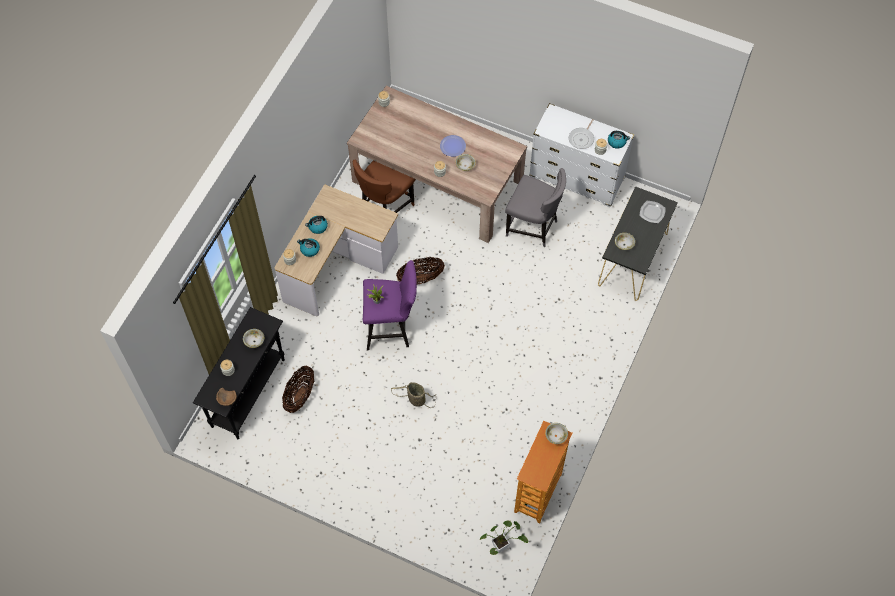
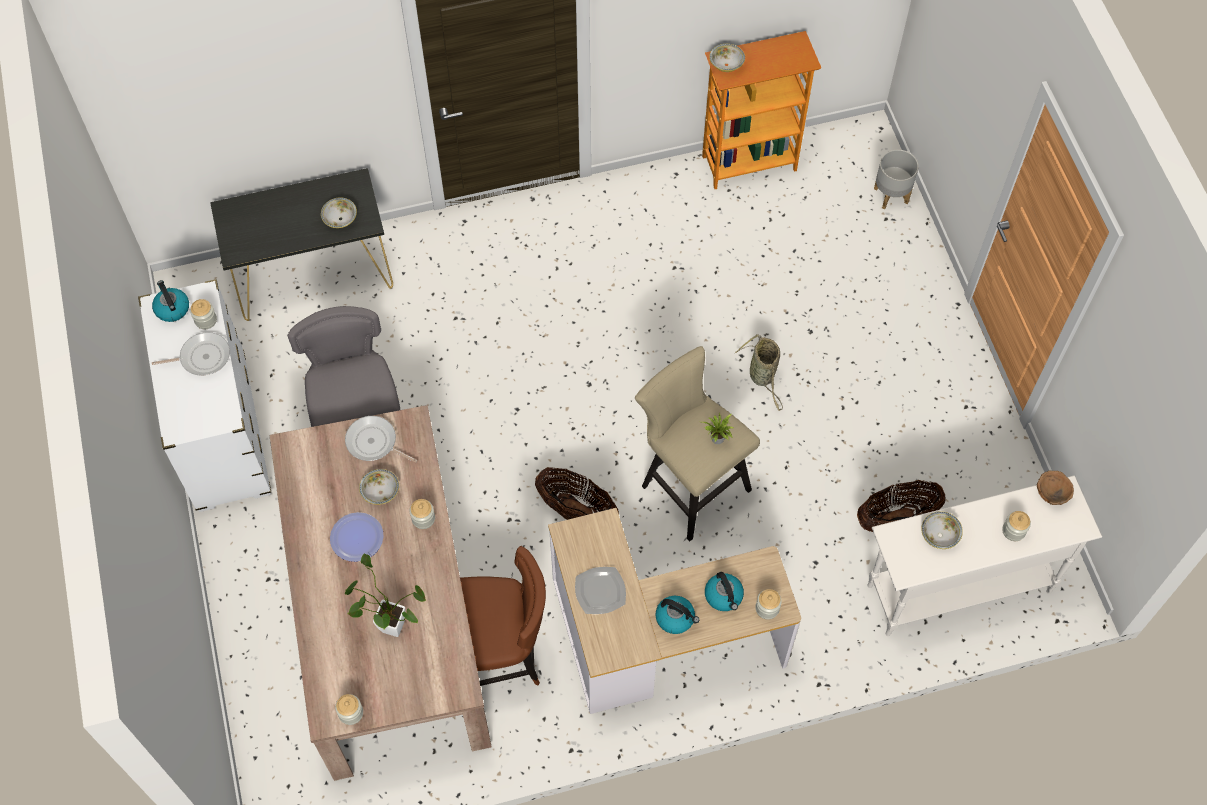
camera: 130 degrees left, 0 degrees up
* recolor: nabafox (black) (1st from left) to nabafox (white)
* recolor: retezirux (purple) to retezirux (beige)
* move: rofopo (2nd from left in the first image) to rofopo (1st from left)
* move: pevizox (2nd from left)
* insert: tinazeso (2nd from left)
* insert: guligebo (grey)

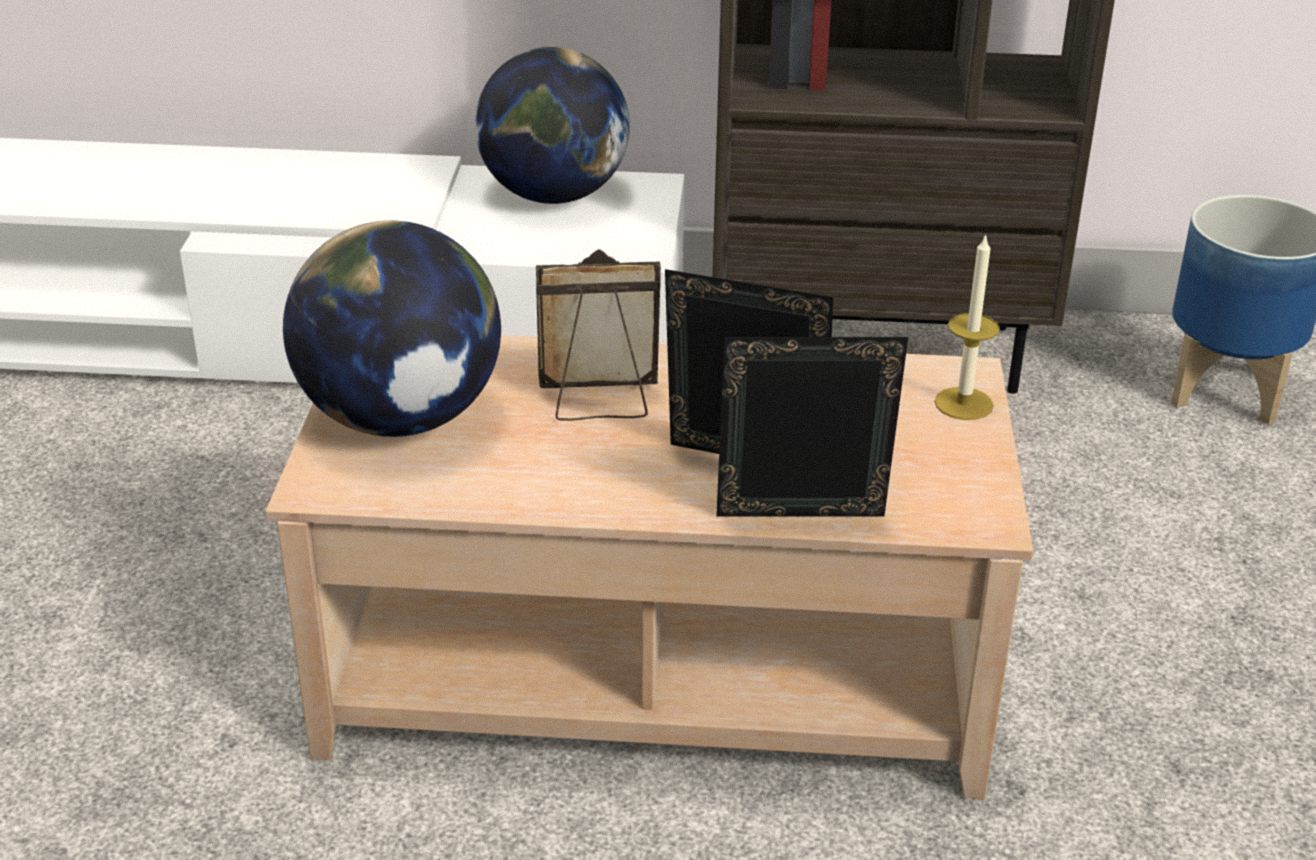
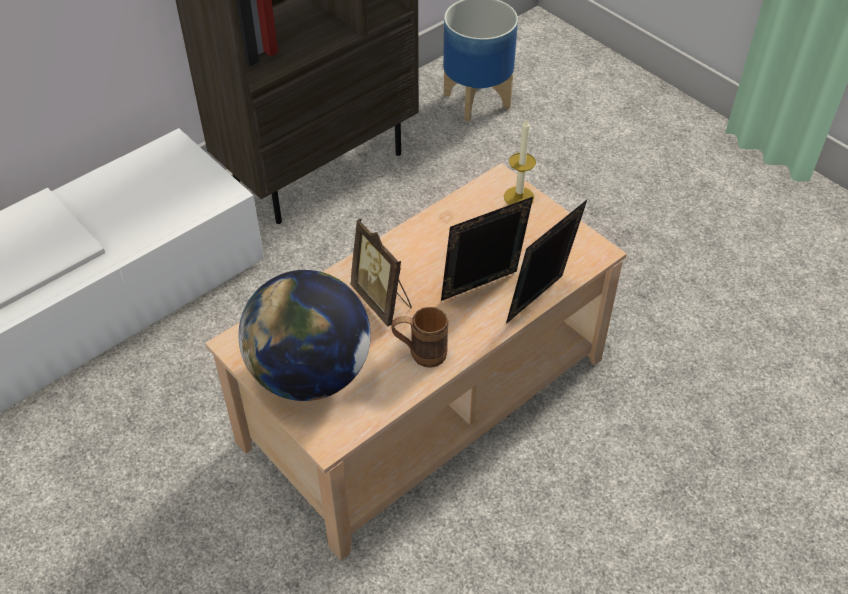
camera: 45 degrees left, 15 degrees up
* delete: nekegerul (2nd from left)
* rotate: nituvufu (1st from left) 75 degrees counterclockwise
* insert: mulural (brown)

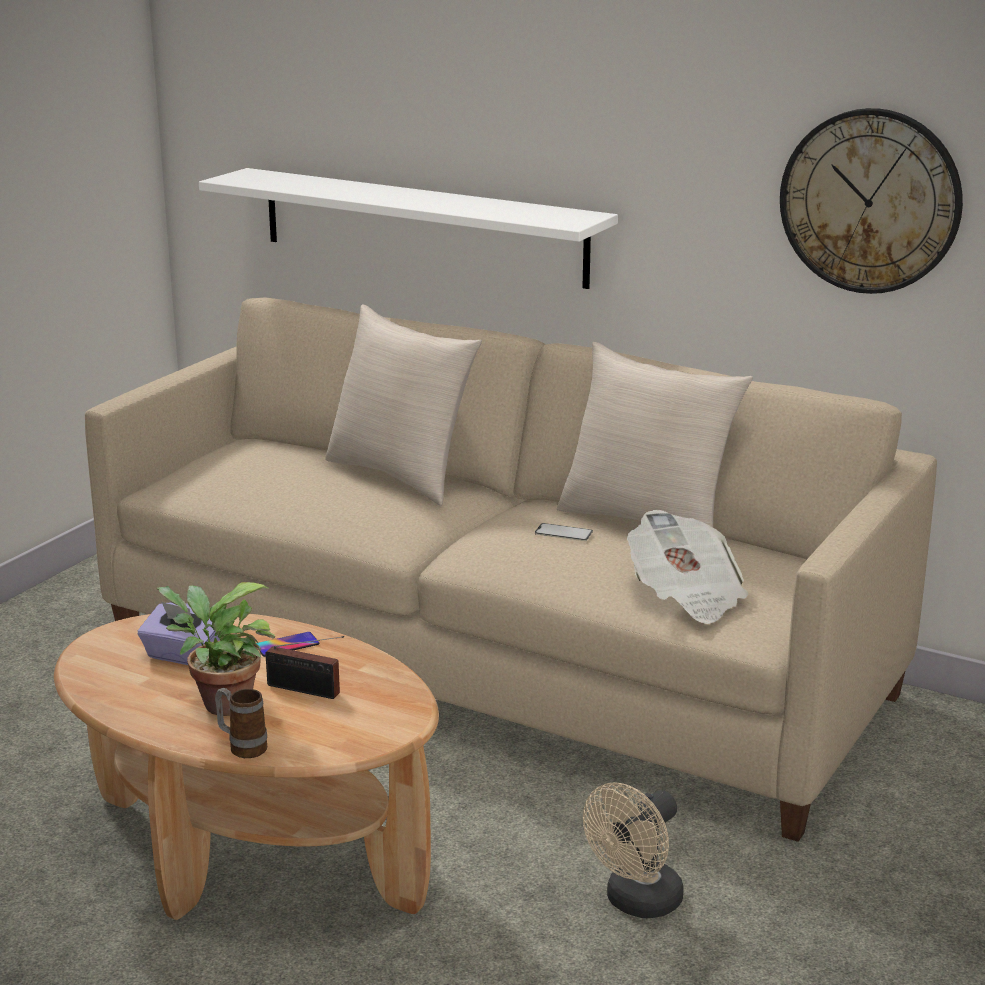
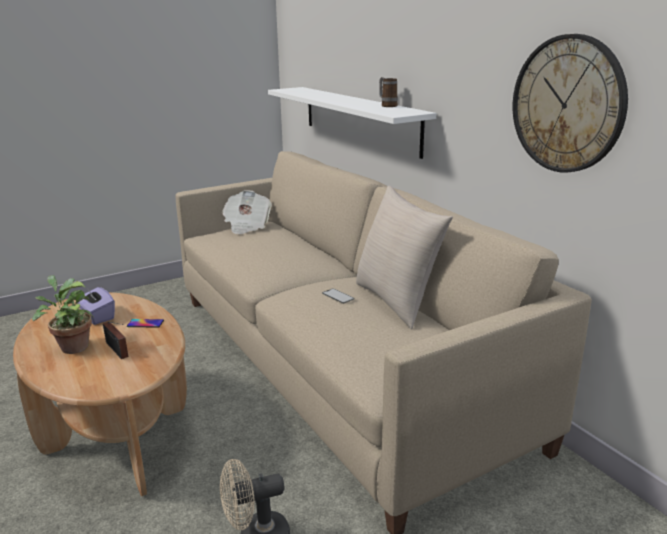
camera: 30 degrees right, 0 degrees up
* move: mulural
* delete: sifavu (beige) (1st from left)
* move: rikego

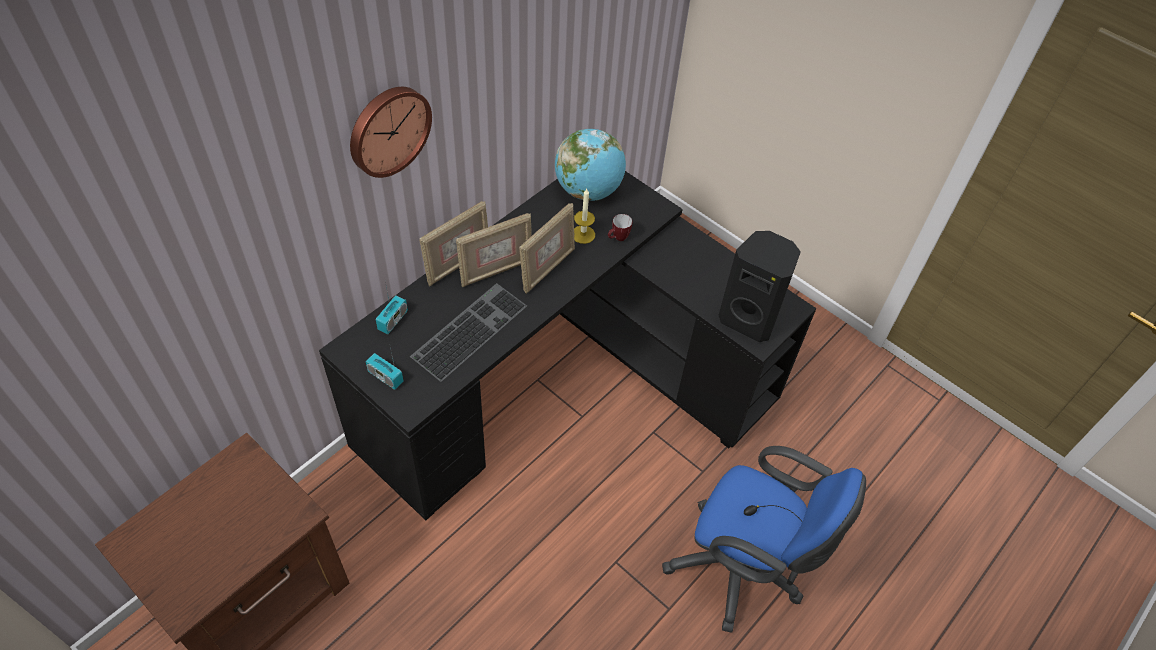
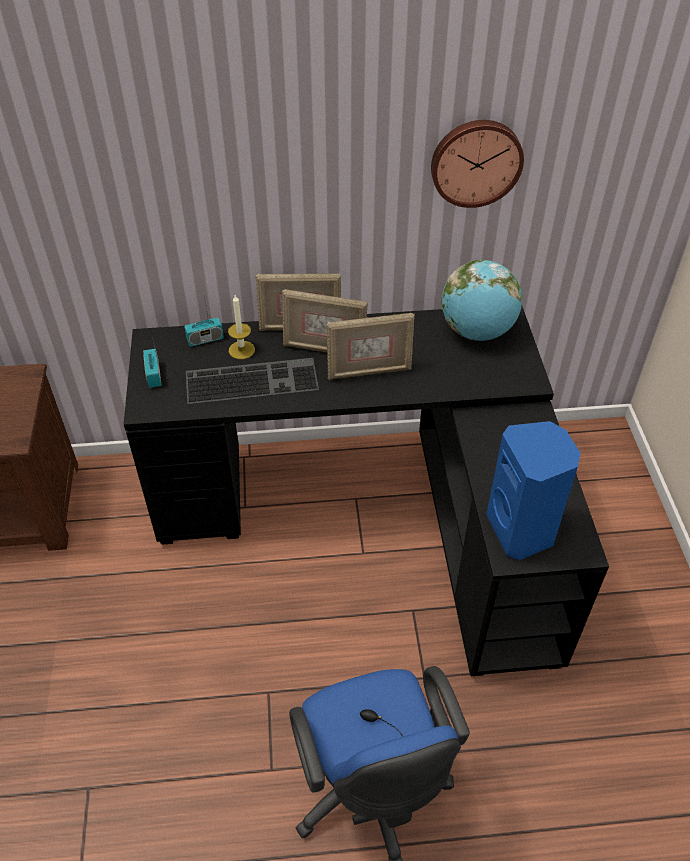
camera: 45 degrees right, 5 degrees down
* move: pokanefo
* move: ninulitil
* delete: mulural
* recolor: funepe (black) to funepe (blue)

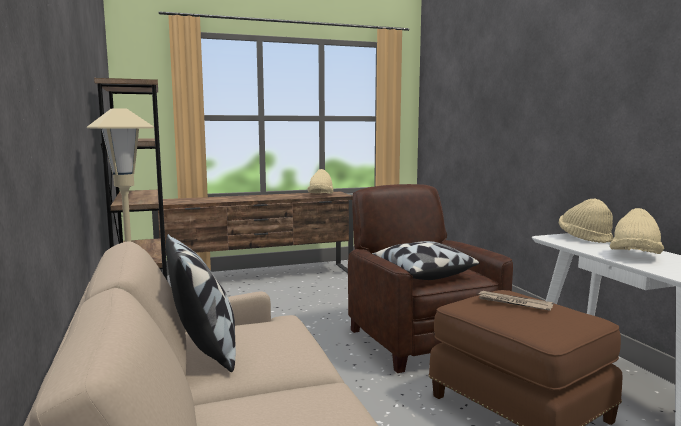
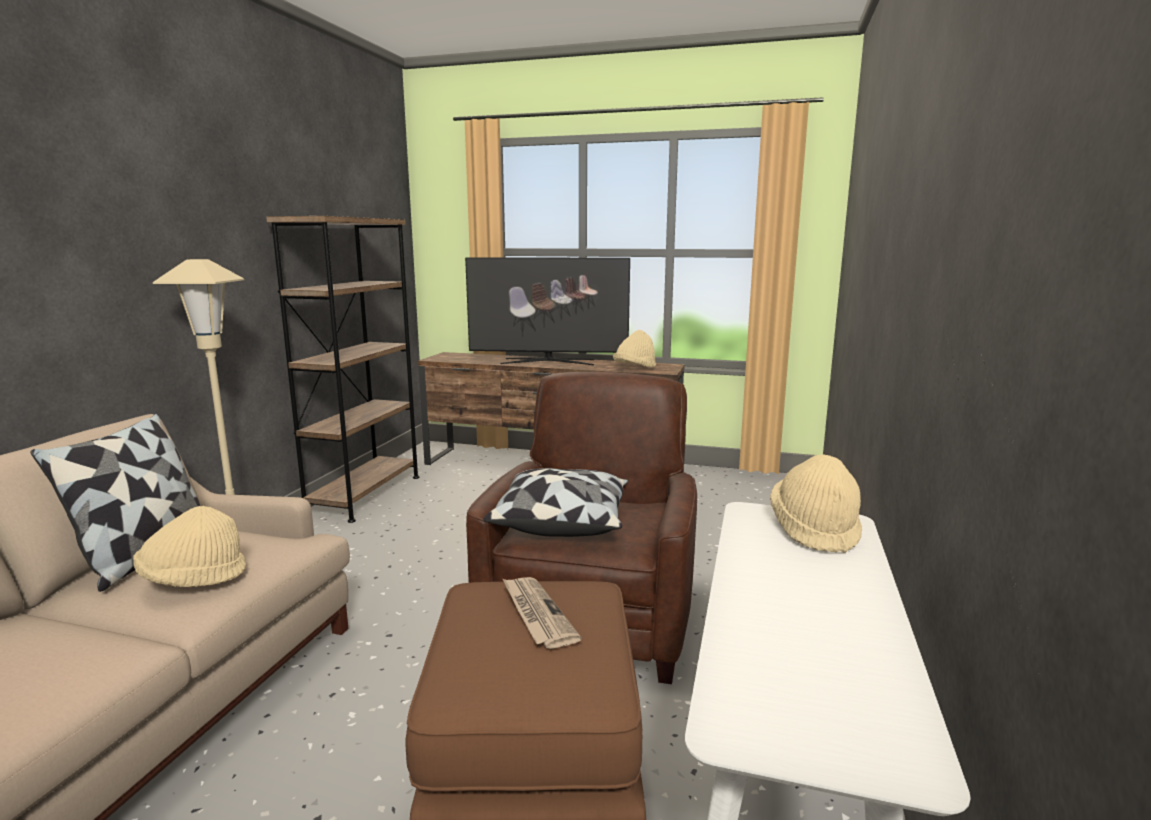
camera: 35 degrees right, 5 degrees up
* move: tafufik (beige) (3rd from left in the first image) to tafufik (beige) (1st from left)
* insert: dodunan

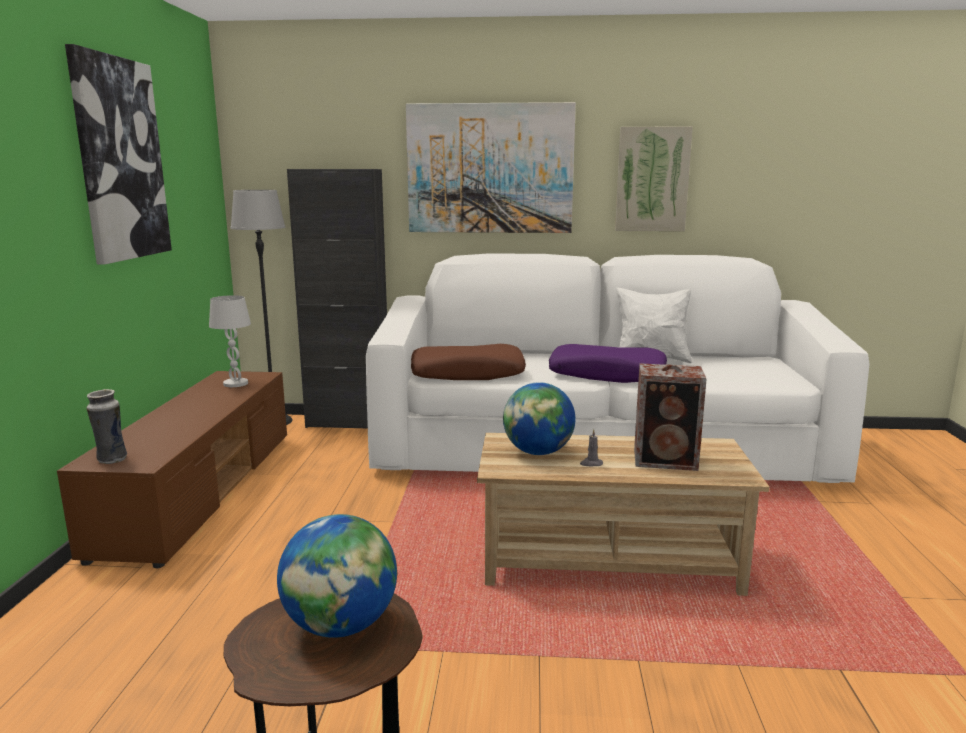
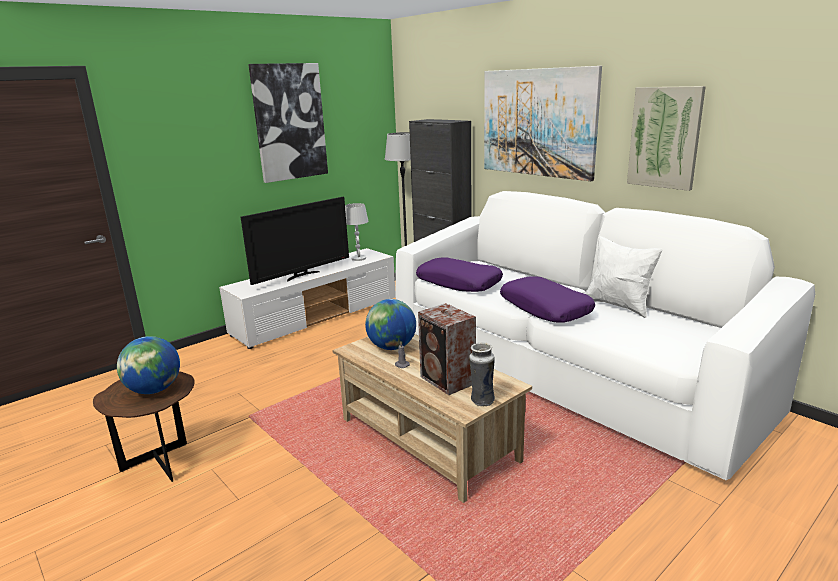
camera: 45 degrees right, 5 degrees up
* recolor: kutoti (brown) to kutoti (white)
* move: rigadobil
* recolor: sifavu (brown) to sifavu (purple) (1st from left)
* insert: dodunan

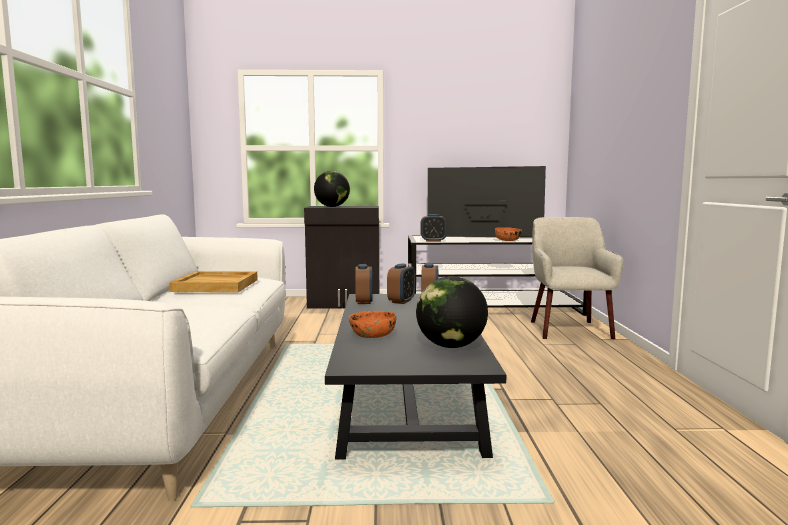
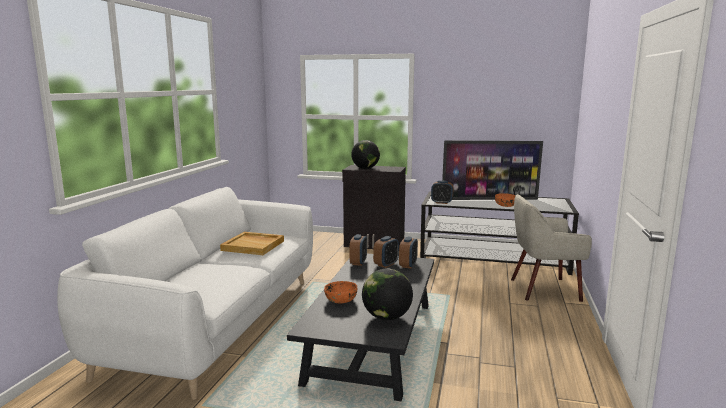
camera: 15 degrees right, 5 degrees up
* rotate: dodunan 150 degrees clockwise
* rotate: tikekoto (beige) 105 degrees counterclockwise

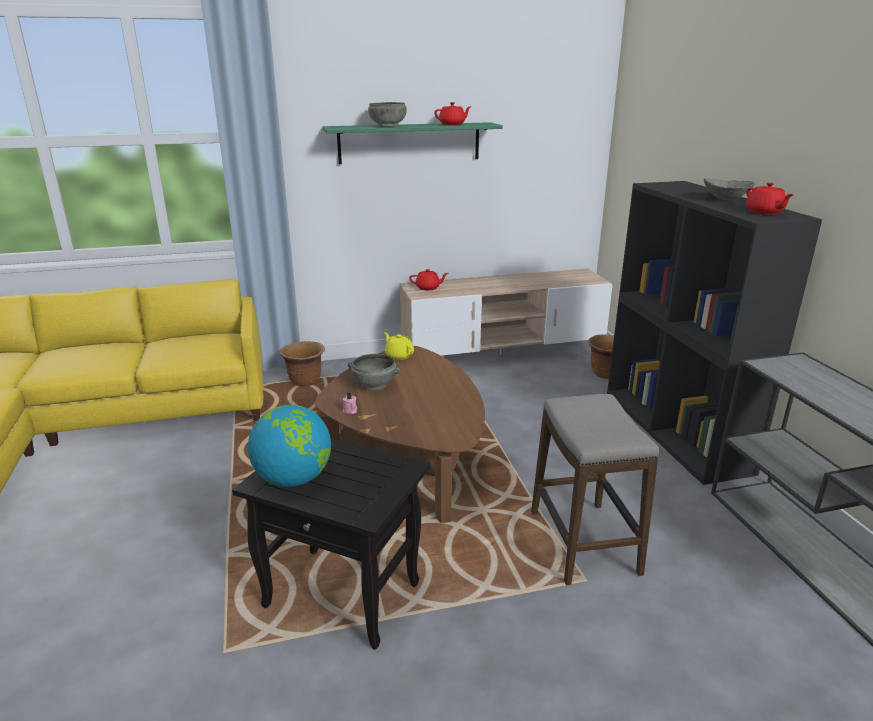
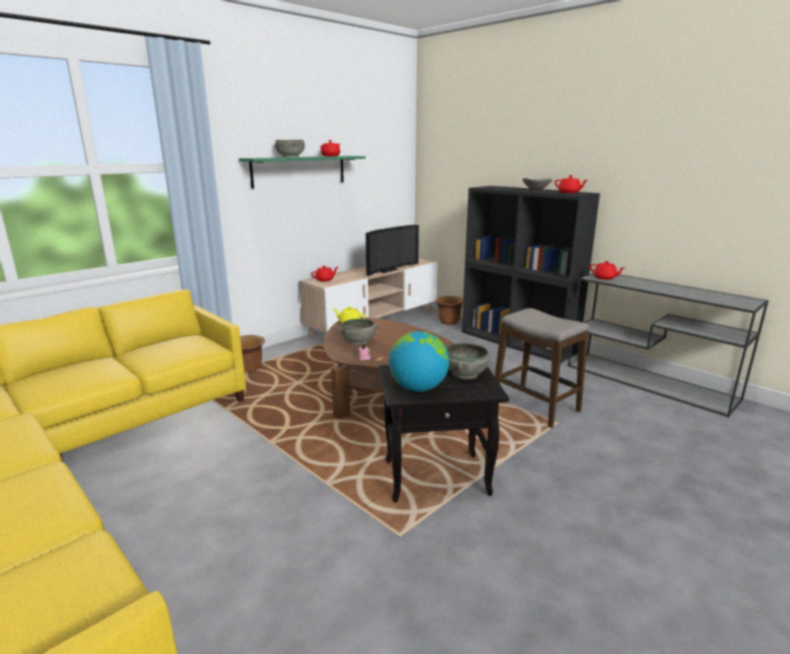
camera: 30 degrees left, 5 degrees down
* insert: dodunan
* insert: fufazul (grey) (3rd from left)
* insert: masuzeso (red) (4th from left)

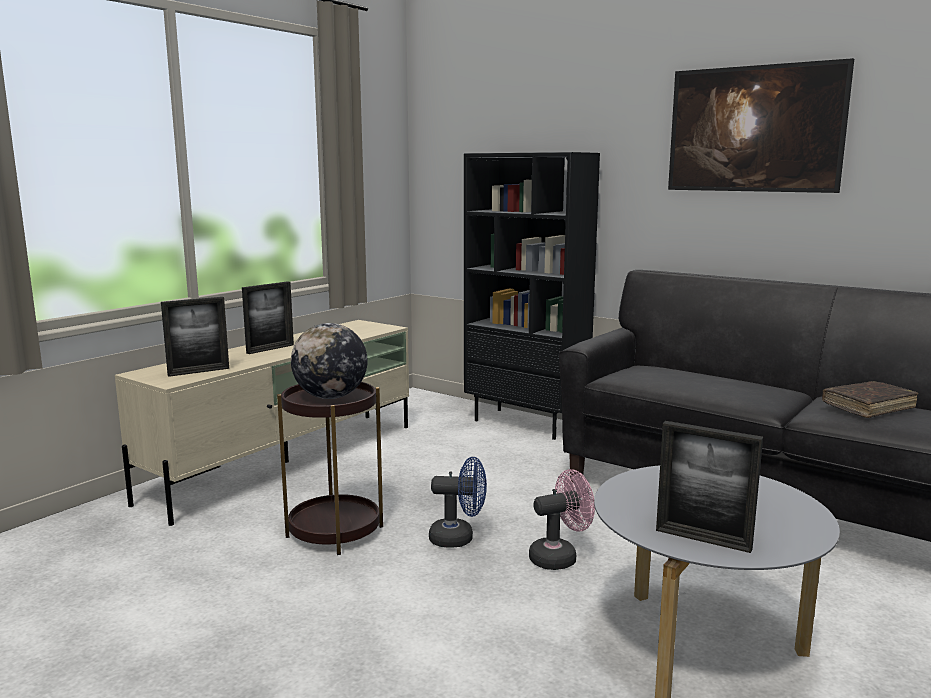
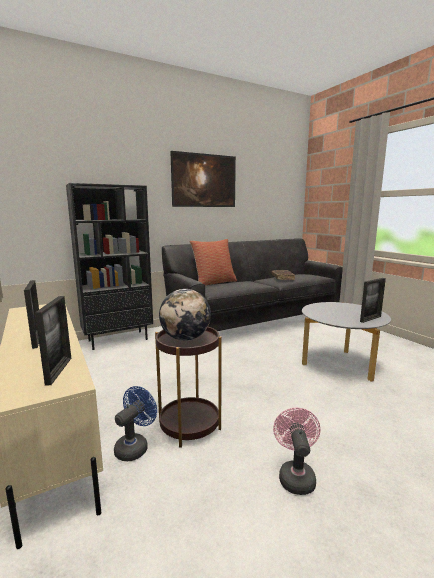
camera: 65 degrees left, 0 degrees up
* move: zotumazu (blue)
* move: zotumazu (pink)
* insert: sifavu

